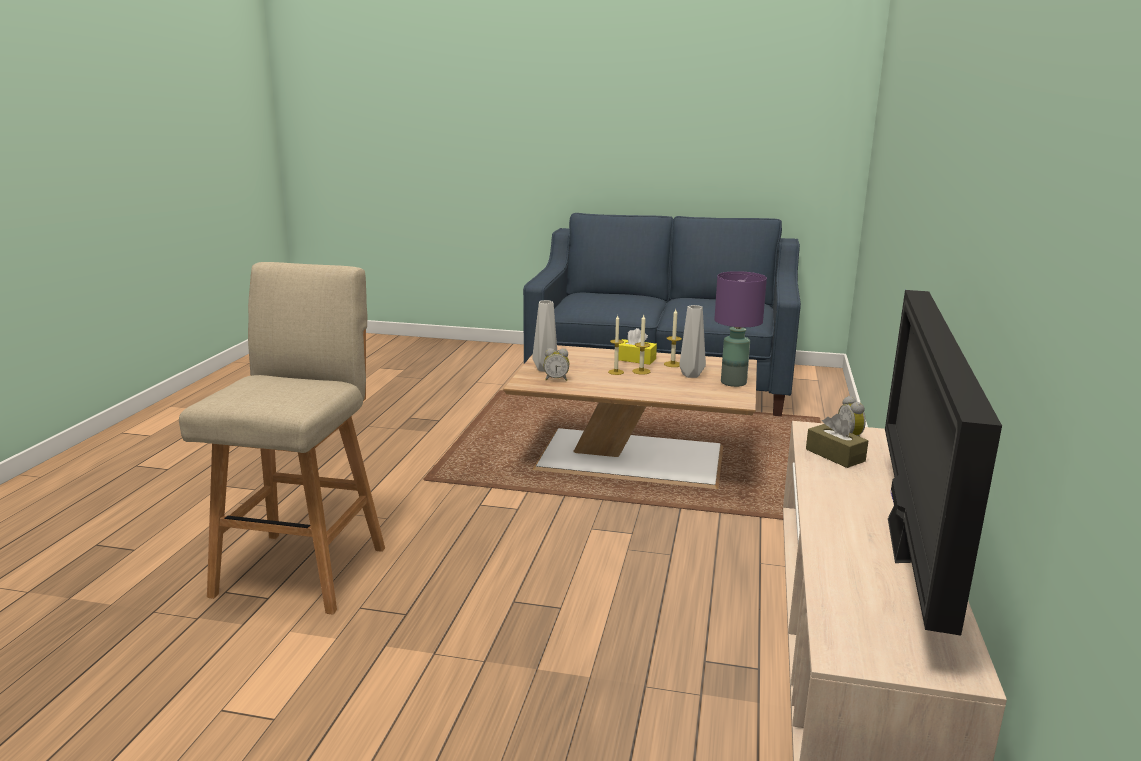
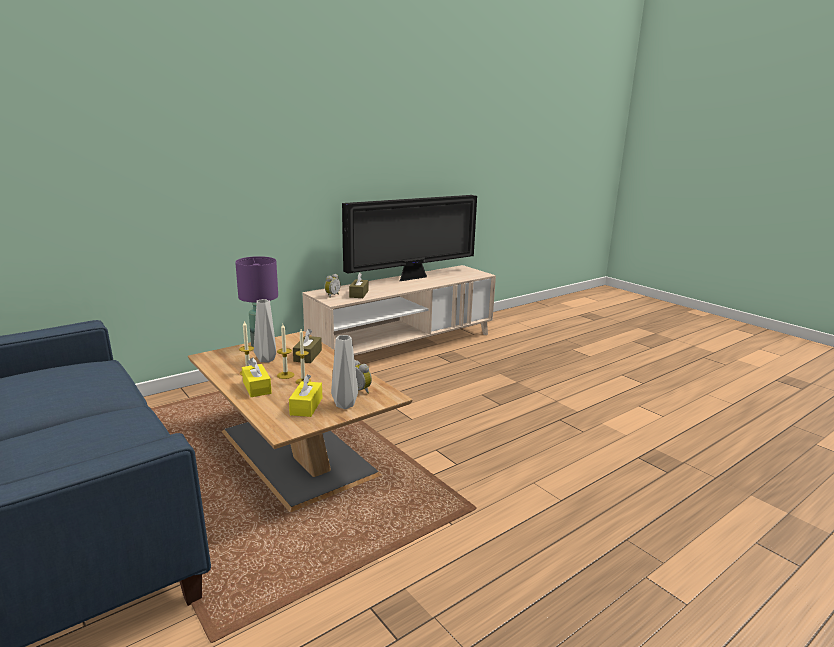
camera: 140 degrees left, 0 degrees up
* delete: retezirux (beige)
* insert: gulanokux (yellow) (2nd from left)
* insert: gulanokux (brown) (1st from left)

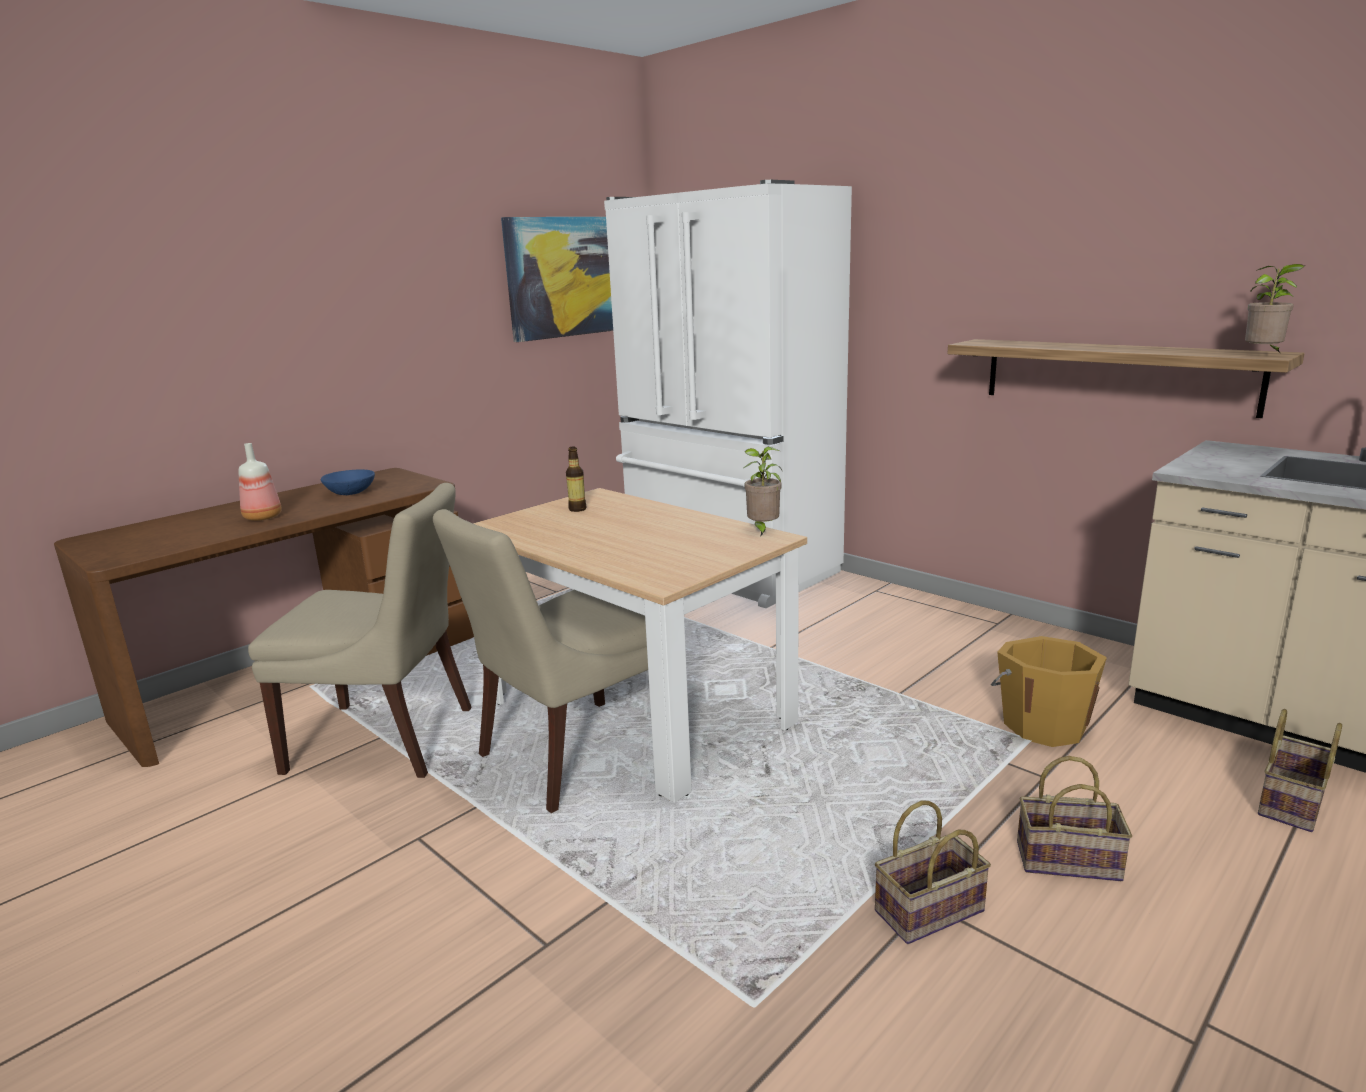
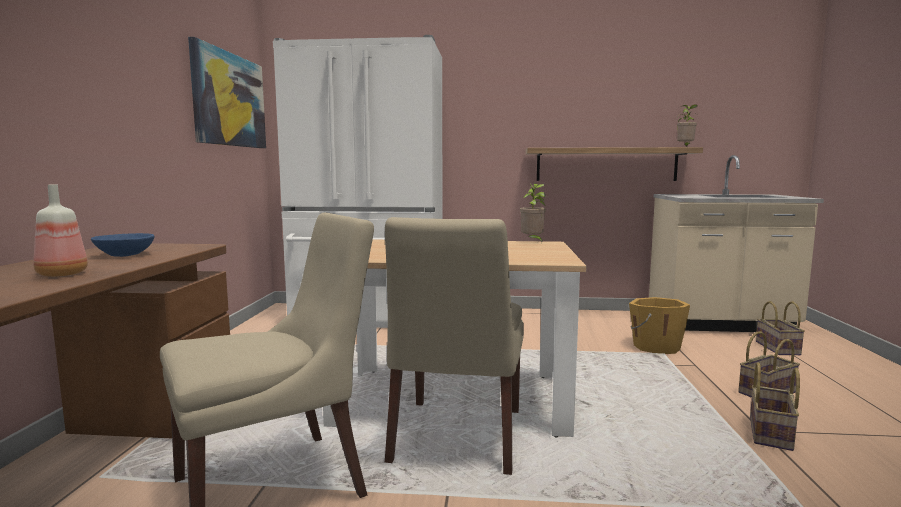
camera: 40 degrees left, 10 degrees down
* delete: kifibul (2nd from left)

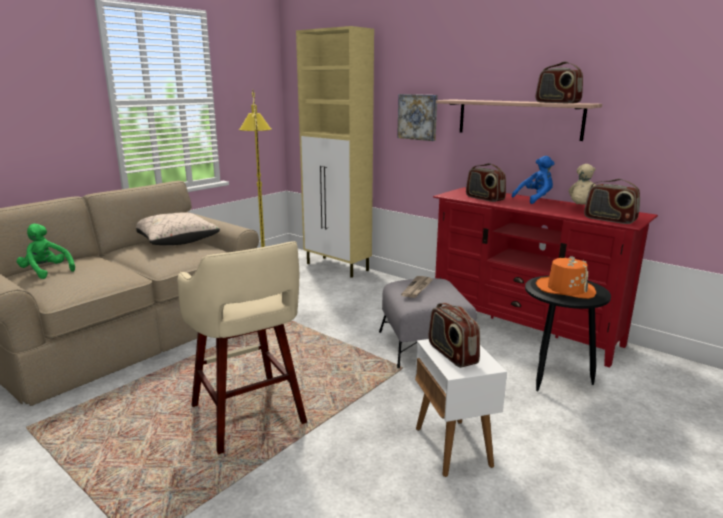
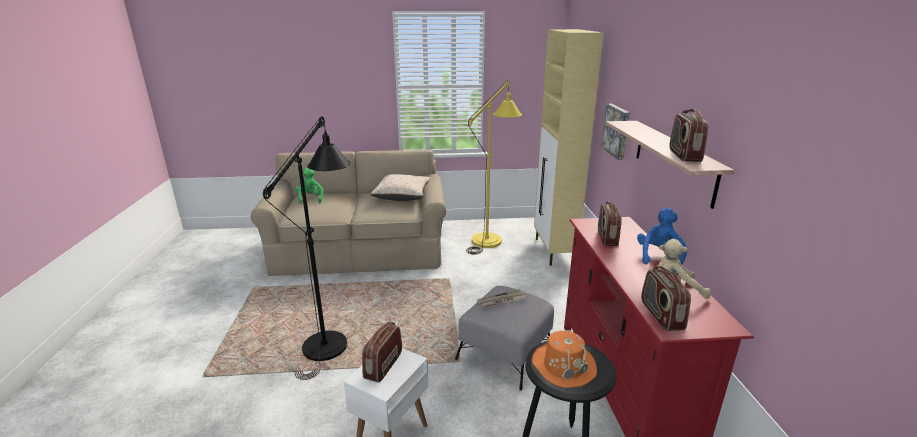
camera: 45 degrees right, 5 degrees up
* replace: retezirux (beige) to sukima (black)
* rotate: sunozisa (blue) 90 degrees counterclockwise

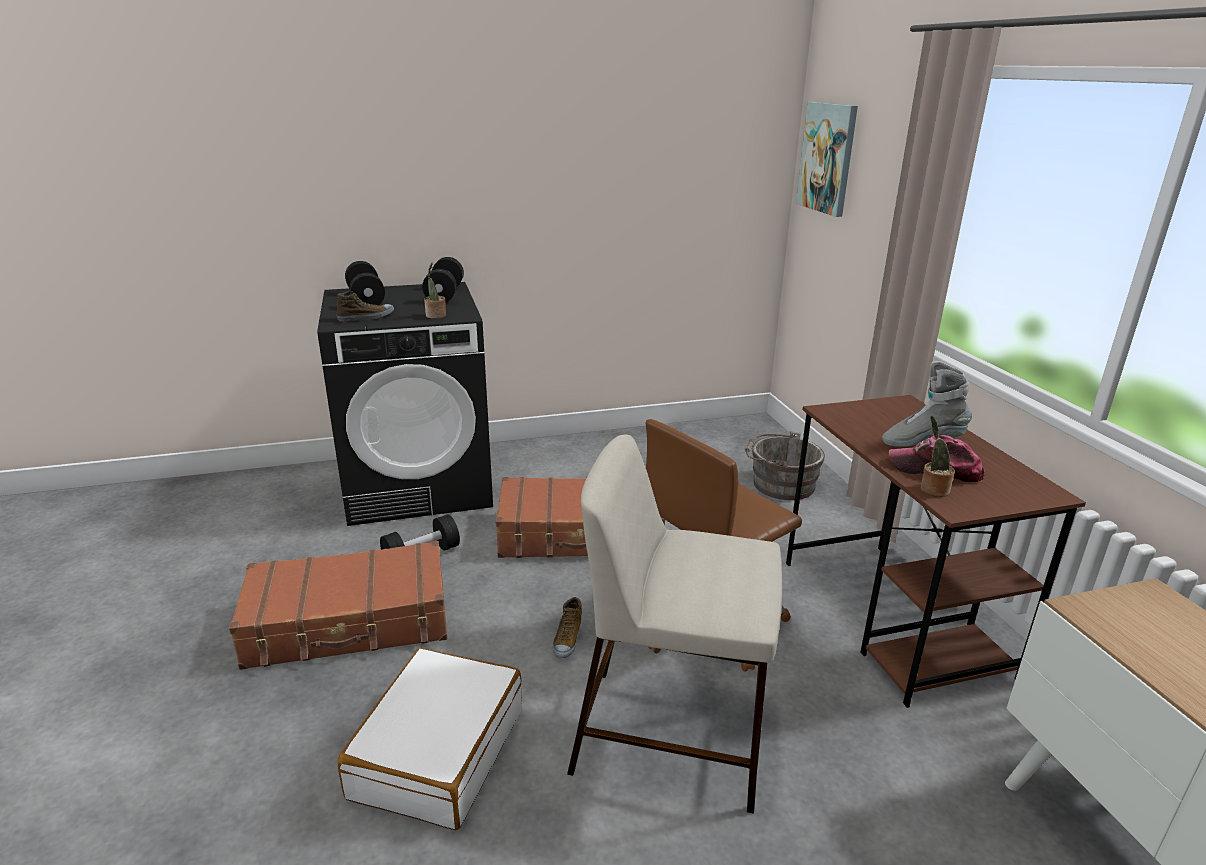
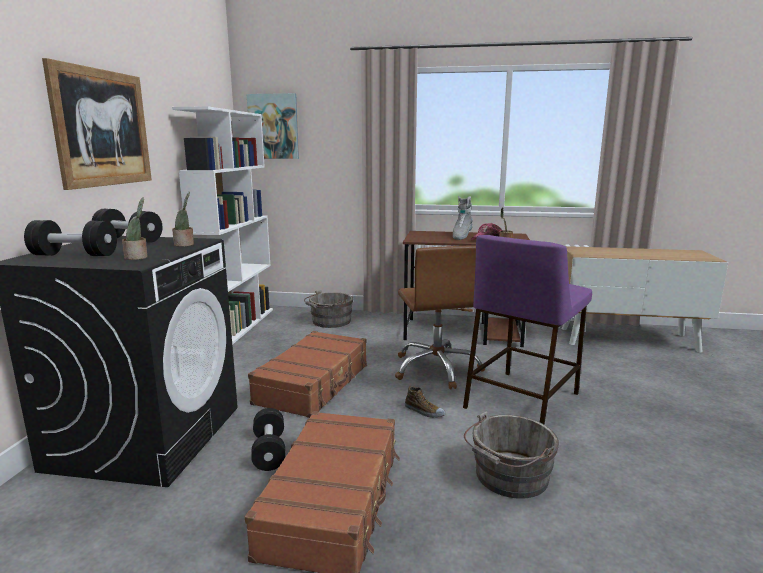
camera: 65 degrees left, 10 degrees down
* replace: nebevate (1st from left) to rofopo (1st from left)
* replace: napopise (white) to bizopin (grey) (2nd from left)
* recolor: retezirux (beige) to retezirux (purple)
* insert: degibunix (1st from left)
* insert: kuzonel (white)

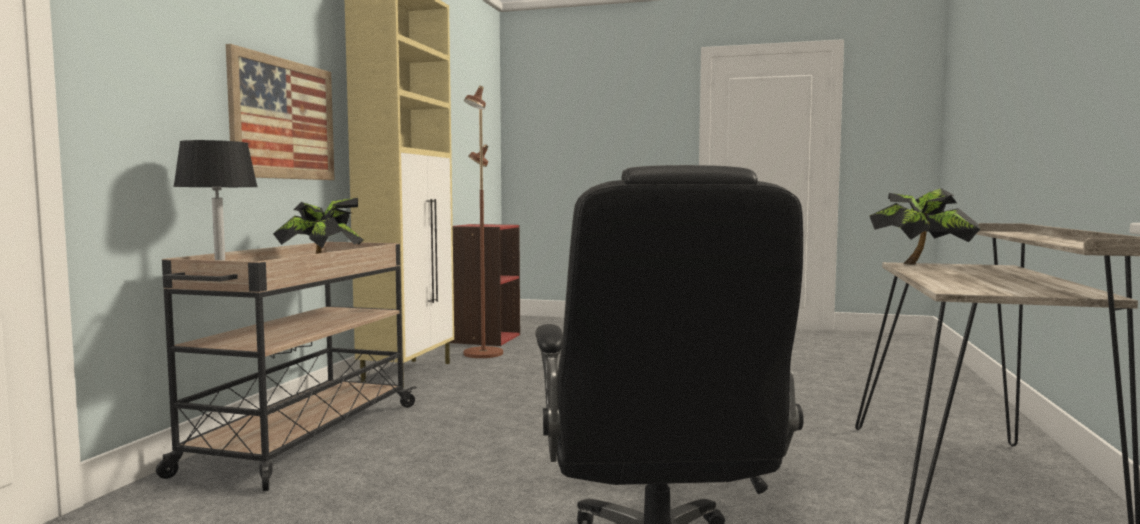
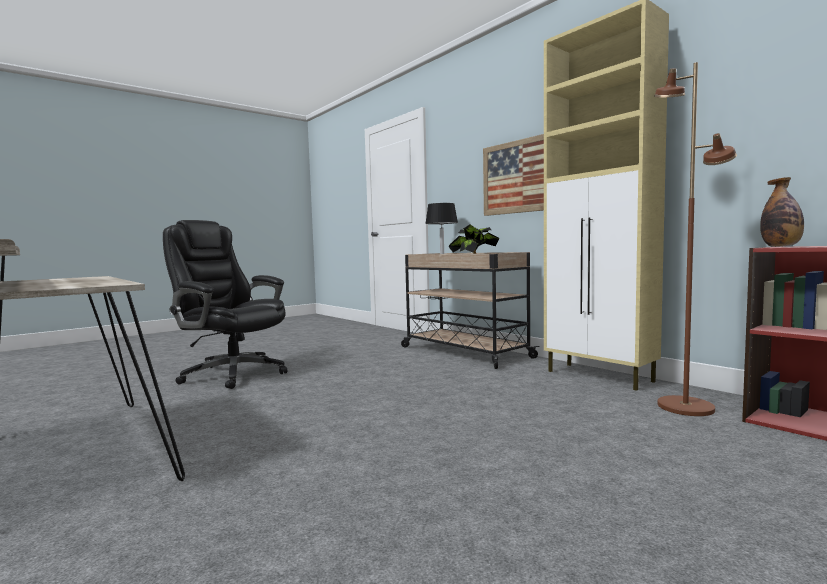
camera: 125 degrees right, 0 degrees up
* delete: rofopo (2nd from left)
* insert: kifibul

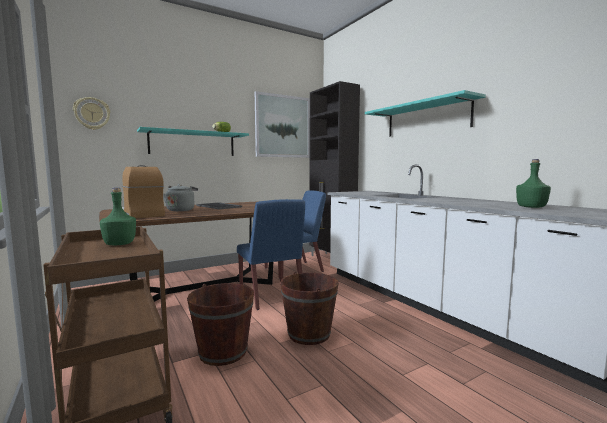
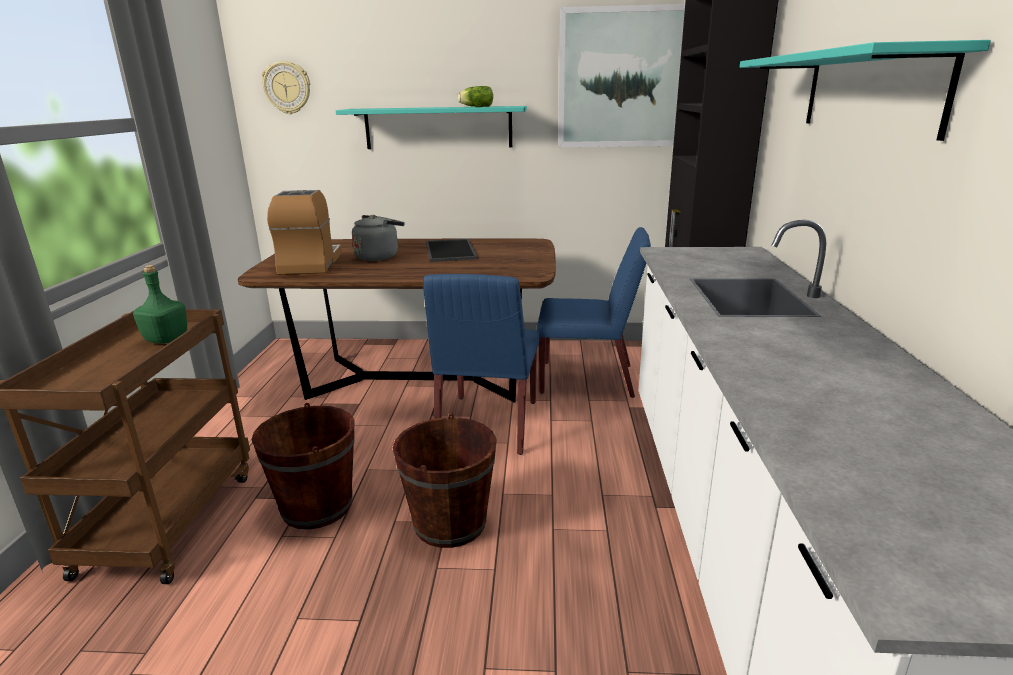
camera: 35 degrees right, 15 degrees up
* delete: kifibul (green) (2nd from left)

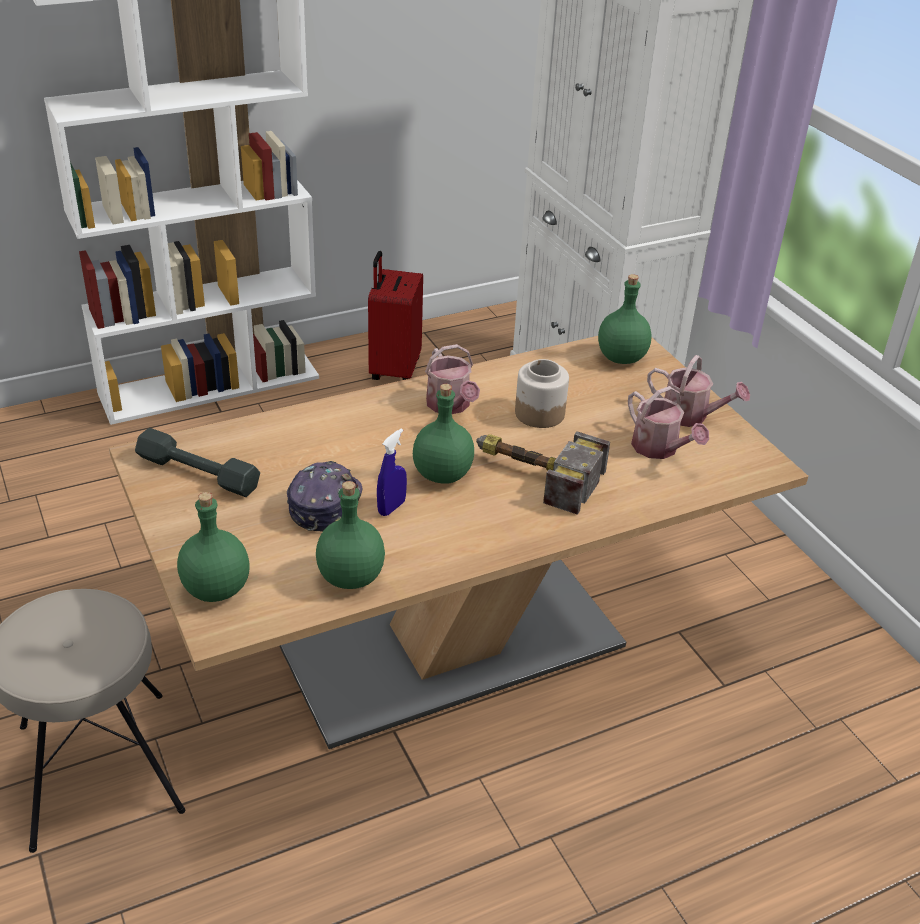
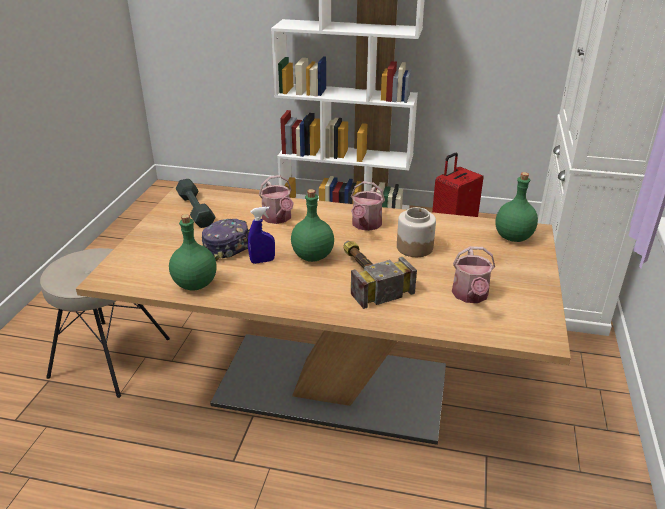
camera: 40 degrees right, 5 degrees down
* delete: kifibul (green) (1st from left)
* move: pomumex (3rd from left in the first image) to pomumex (1st from left)

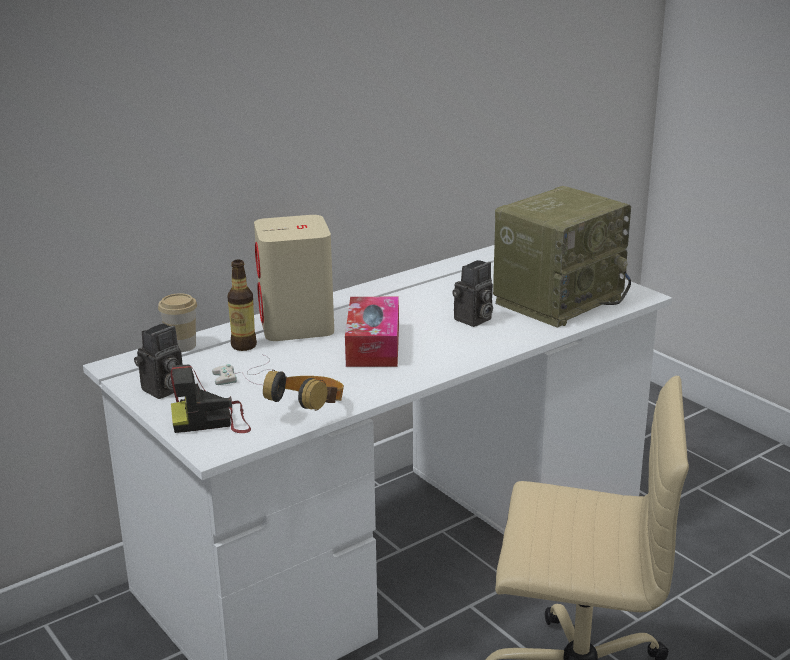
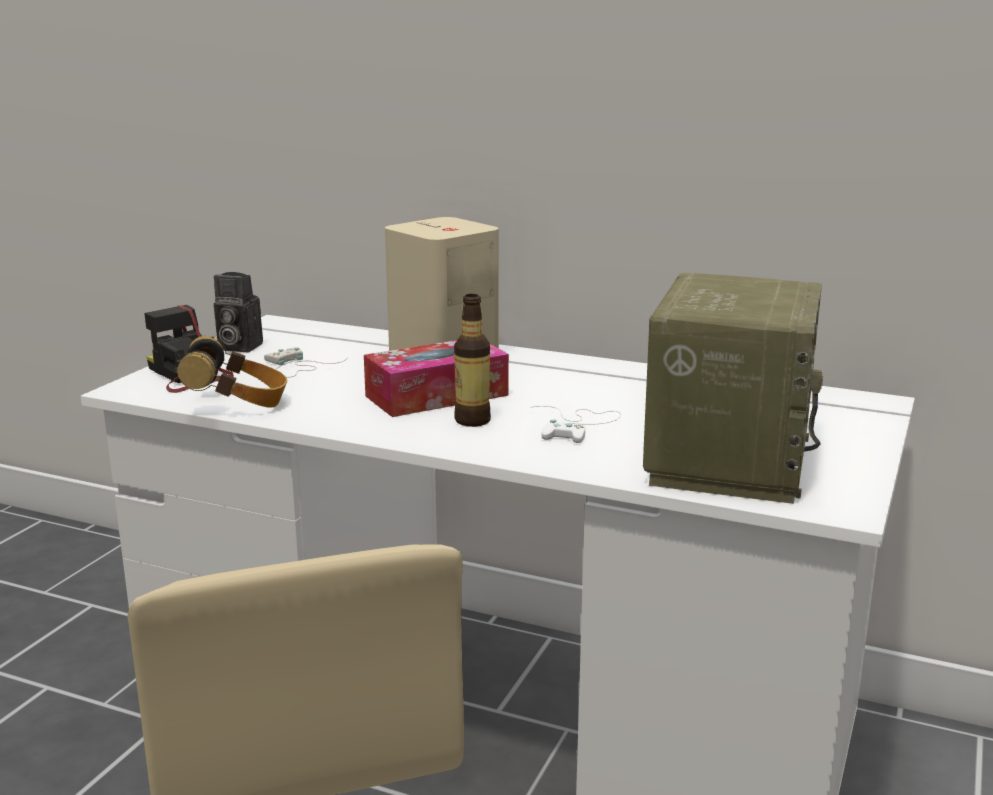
camera: 60 degrees right, 5 degrees down
* delete: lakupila
* move: kifibul
* replace: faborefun (3rd from left) to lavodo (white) (2nd from left)
* rotate: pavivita 90 degrees counterclockwise

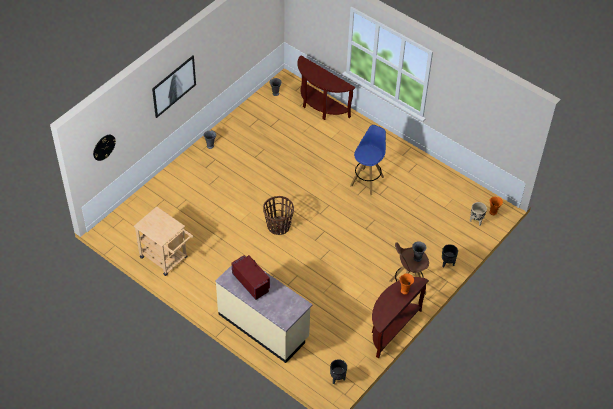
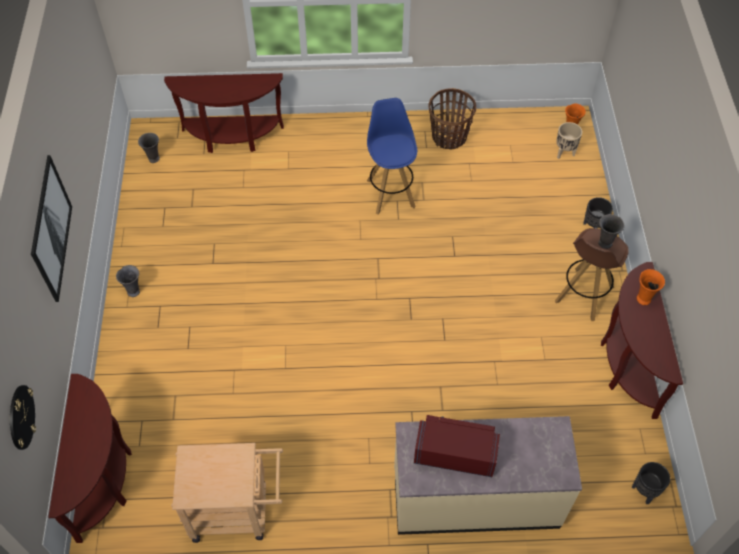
camera: 40 degrees left, 5 degrees up
* move: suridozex
* insert: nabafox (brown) (1st from left)

